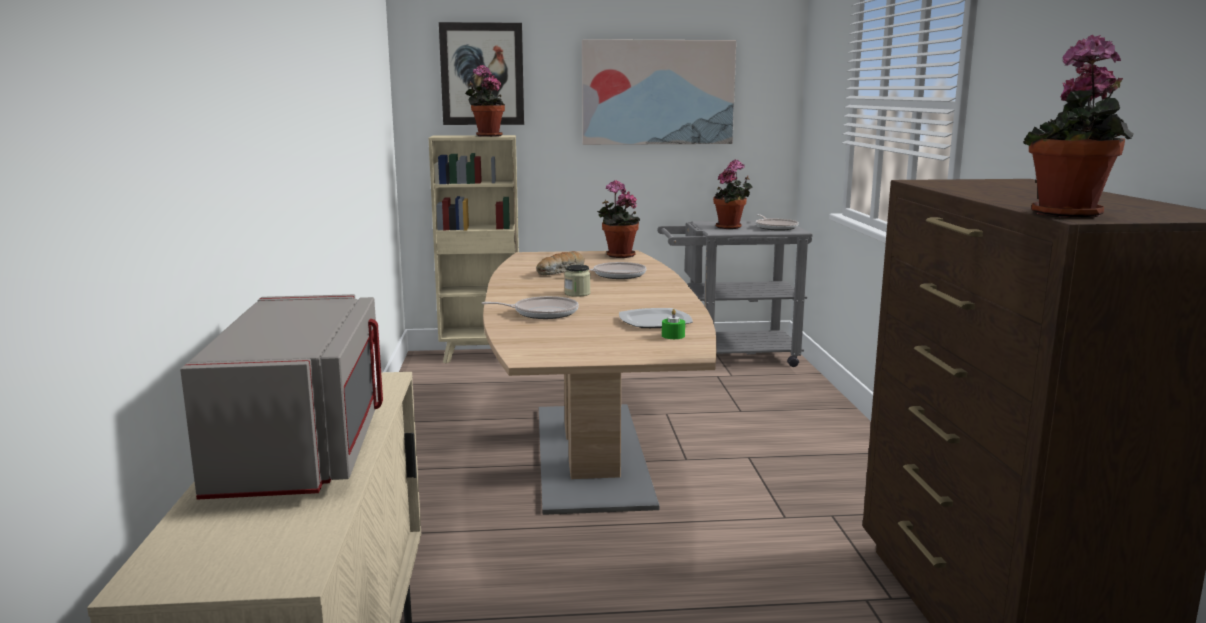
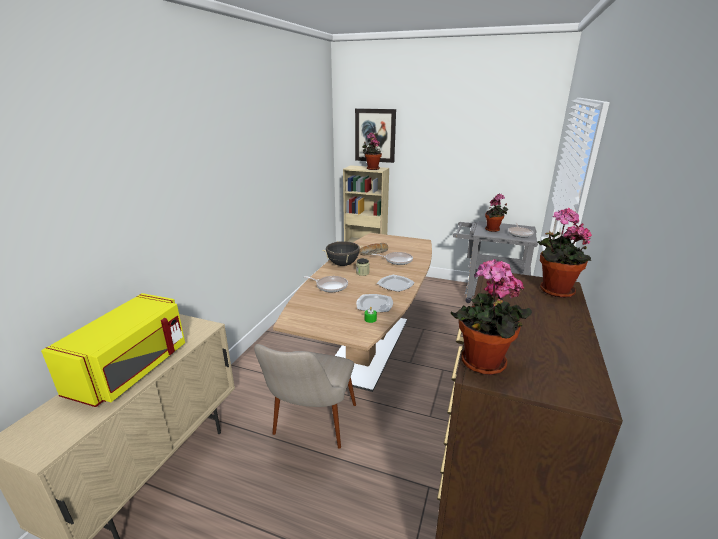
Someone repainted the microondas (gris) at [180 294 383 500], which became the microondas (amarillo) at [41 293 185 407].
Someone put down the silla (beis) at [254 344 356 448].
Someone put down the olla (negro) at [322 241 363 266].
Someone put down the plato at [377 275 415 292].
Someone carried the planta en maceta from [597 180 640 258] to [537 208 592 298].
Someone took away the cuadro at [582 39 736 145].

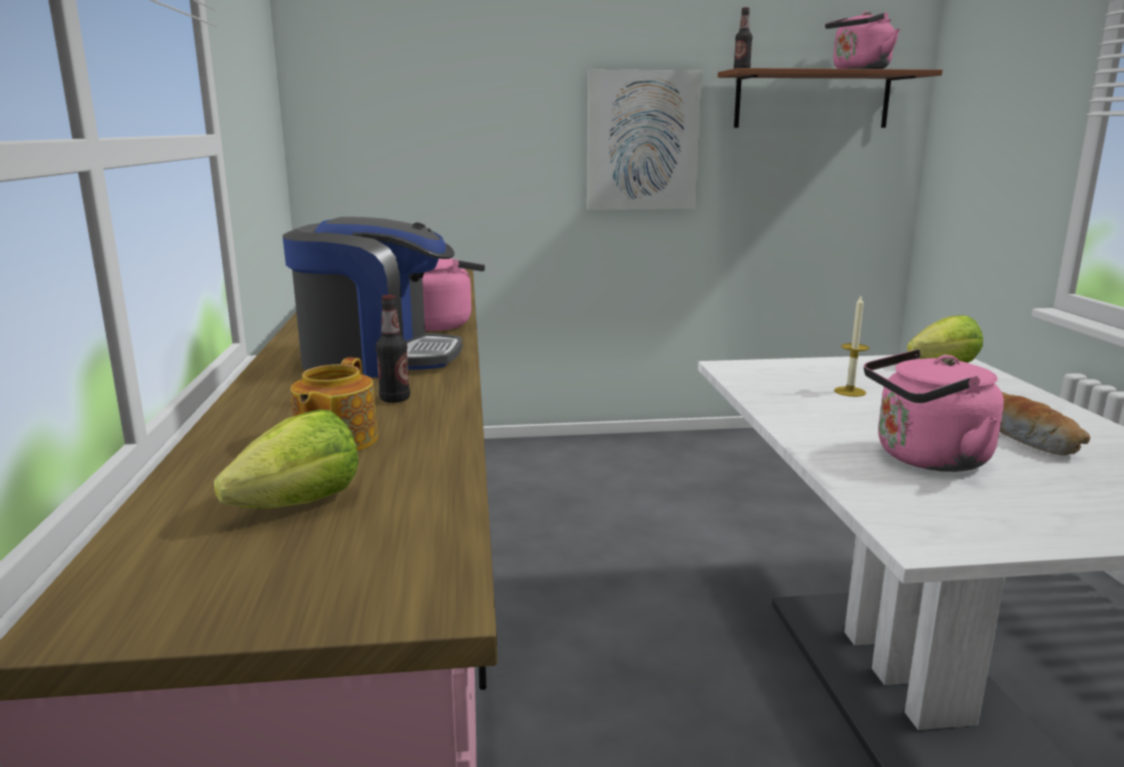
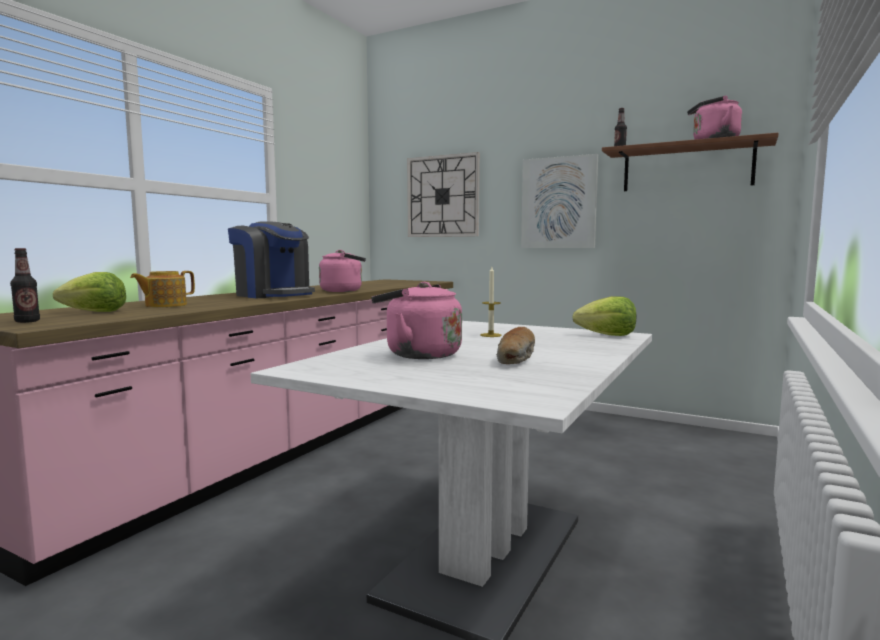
Someone carried the botella from [376 295 410 403] to [10 248 40 323].
Someone put up the reloj de pared at [407 152 480 237].

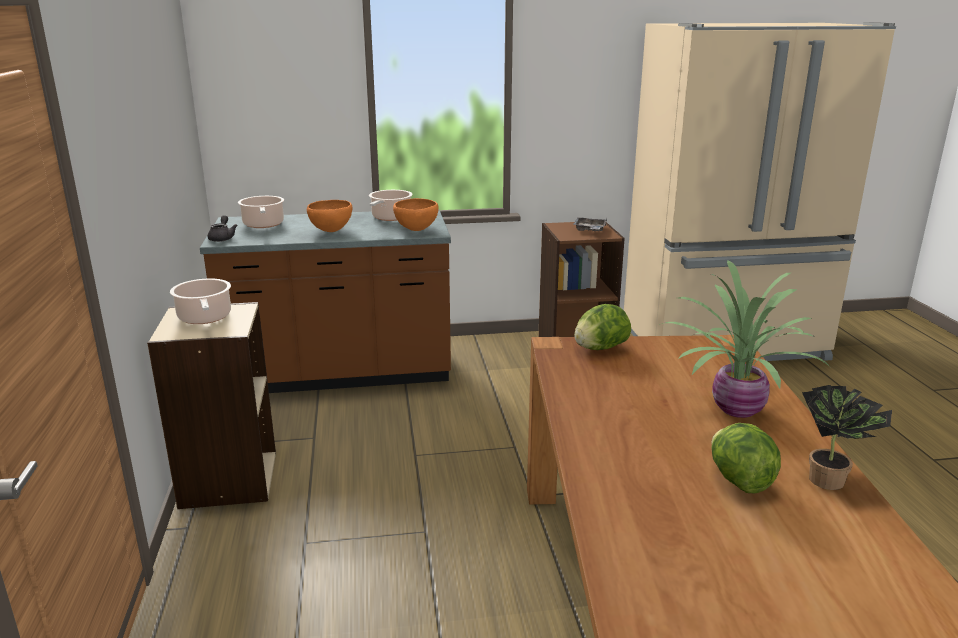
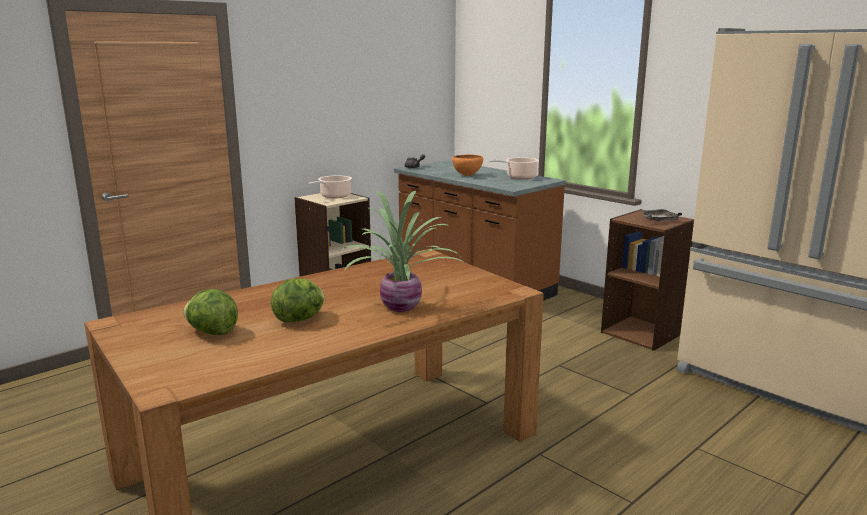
Someone carried the lechuga from [574 304 631 350] to [183 289 238 335].
Someone took away the olla at [238 196 284 228].
Someone took away the cuenco (naranja) at [393 198 439 231].
Someone took away the planta en maceta at [802 385 892 490].

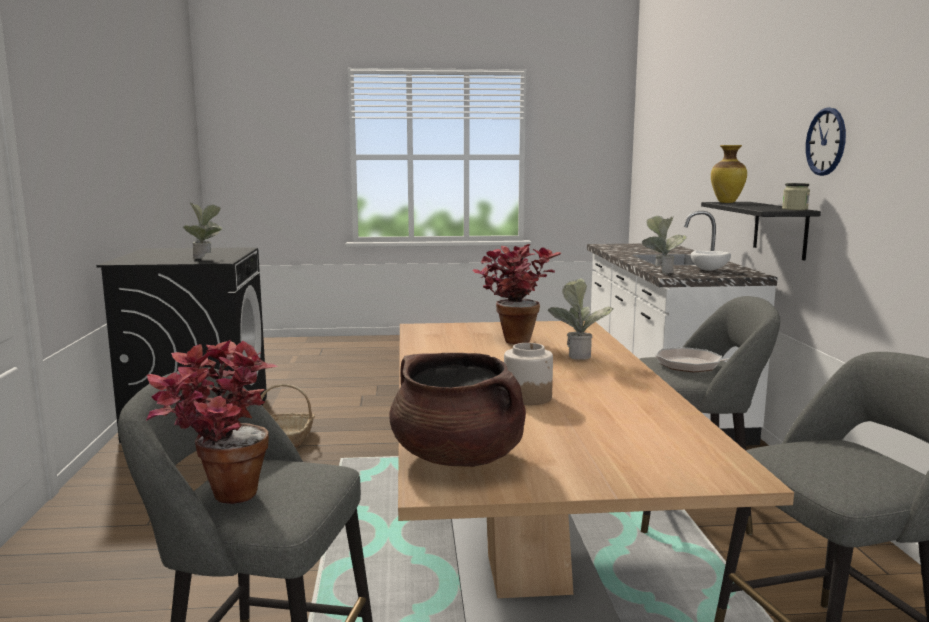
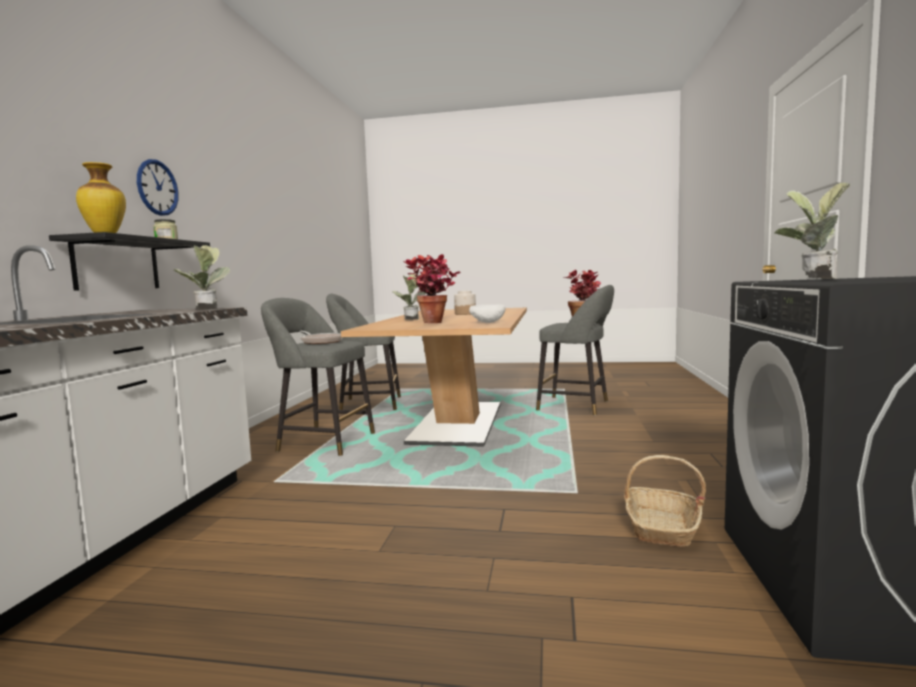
Someone carried the cuenco (blanco) from [691 250 731 271] to [469 305 506 323].
Someone took away the olla (marrón) at [389 353 526 467].

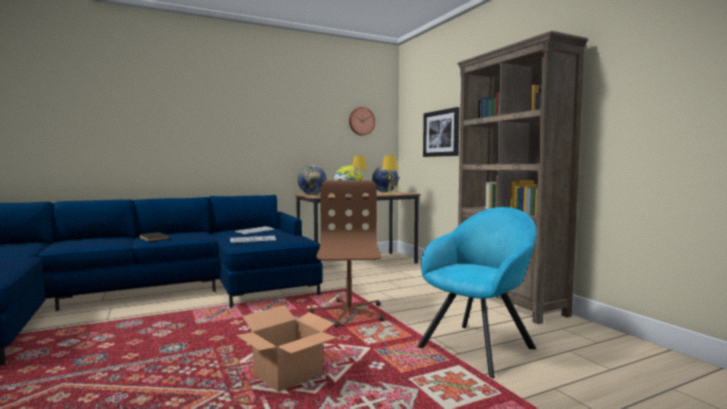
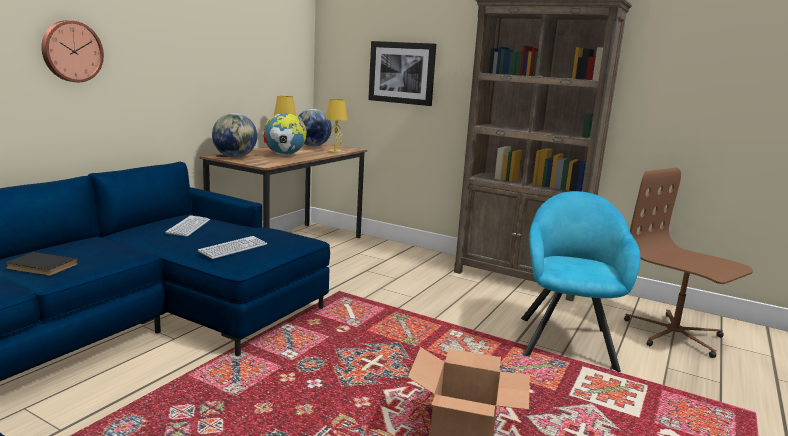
Someone carried the reloj de pared from [349 107 375 135] to [41 20 104 82].
Someone carried the silla de oficina (marrón) from [309 180 384 327] to [624 168 753 358].

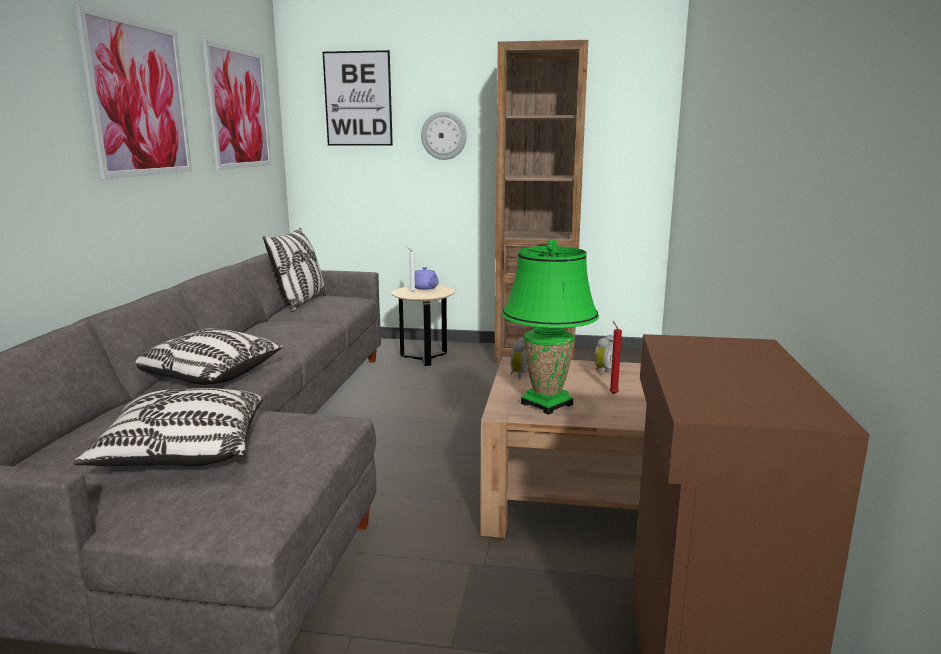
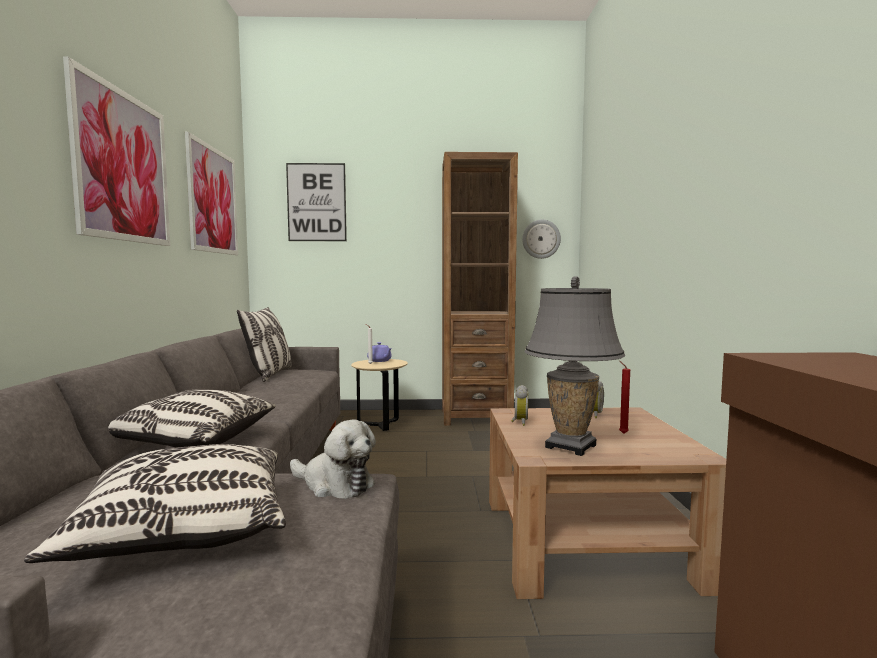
Someone put down the peluche at [290 419 376 499].
Someone carried the reloj de pared from [421 112 467 160] to [522 219 561 259].
Someone repainted the lámpara de mesa (verde) at [502 239 599 415], which became the lámpara de mesa (gris) at [524 276 625 456].

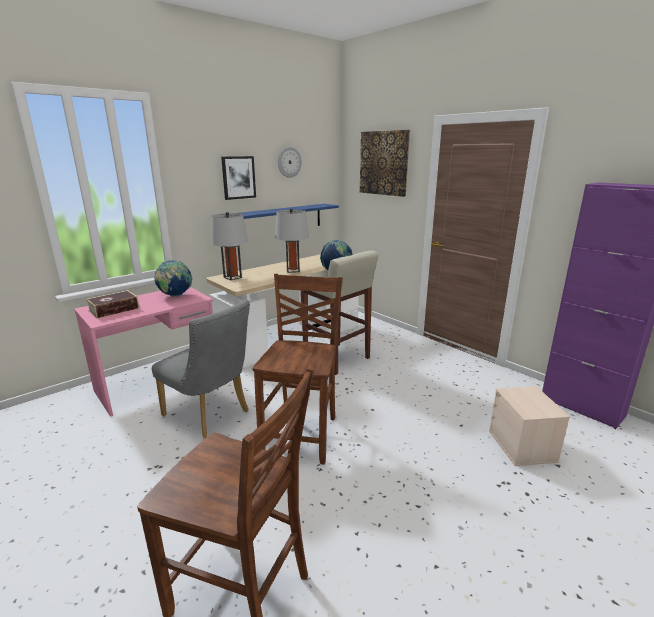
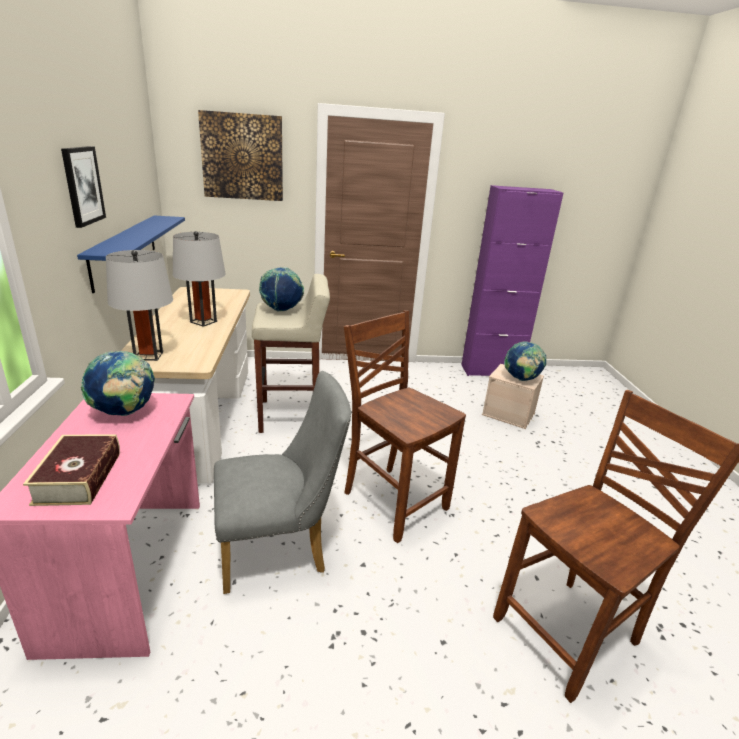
Someone put down the globo terráqueo at [504 341 546 381].
Someone took away the reloj de pared at [278 147 302 178].

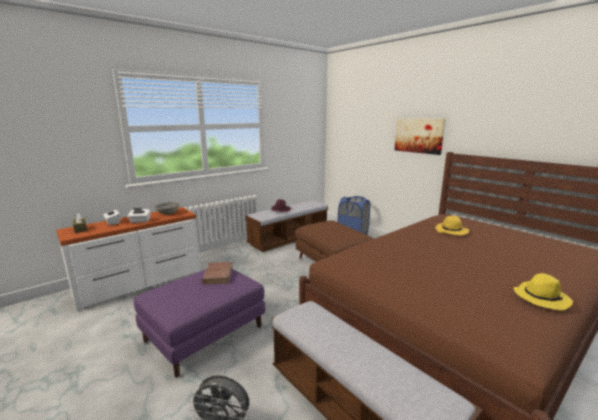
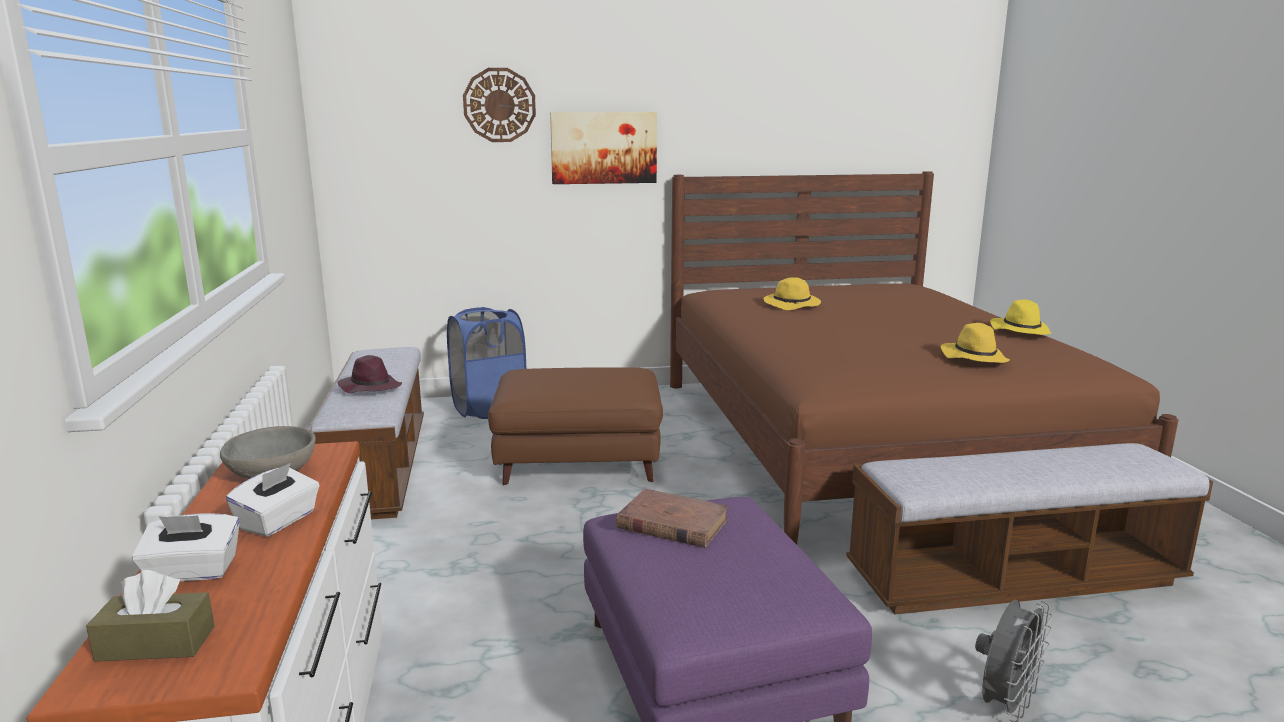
Someone put up the reloj de pared at [463 68 536 142].
Someone put down the sombrero (amarillo) at [941 323 1010 363].

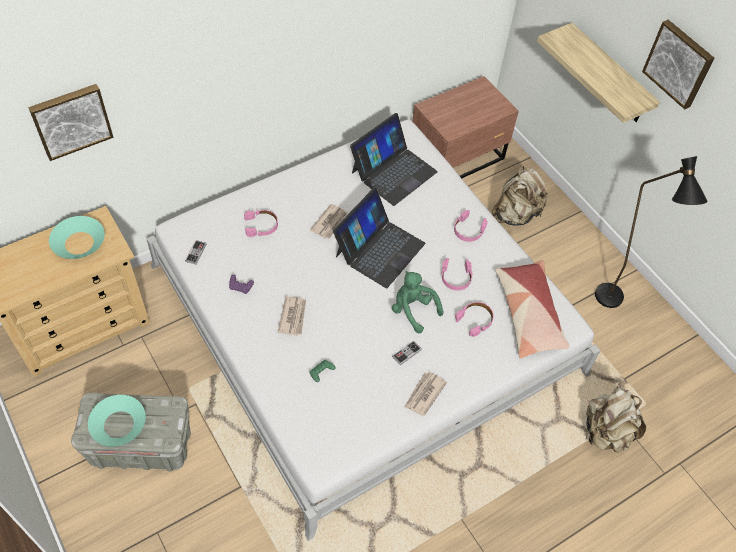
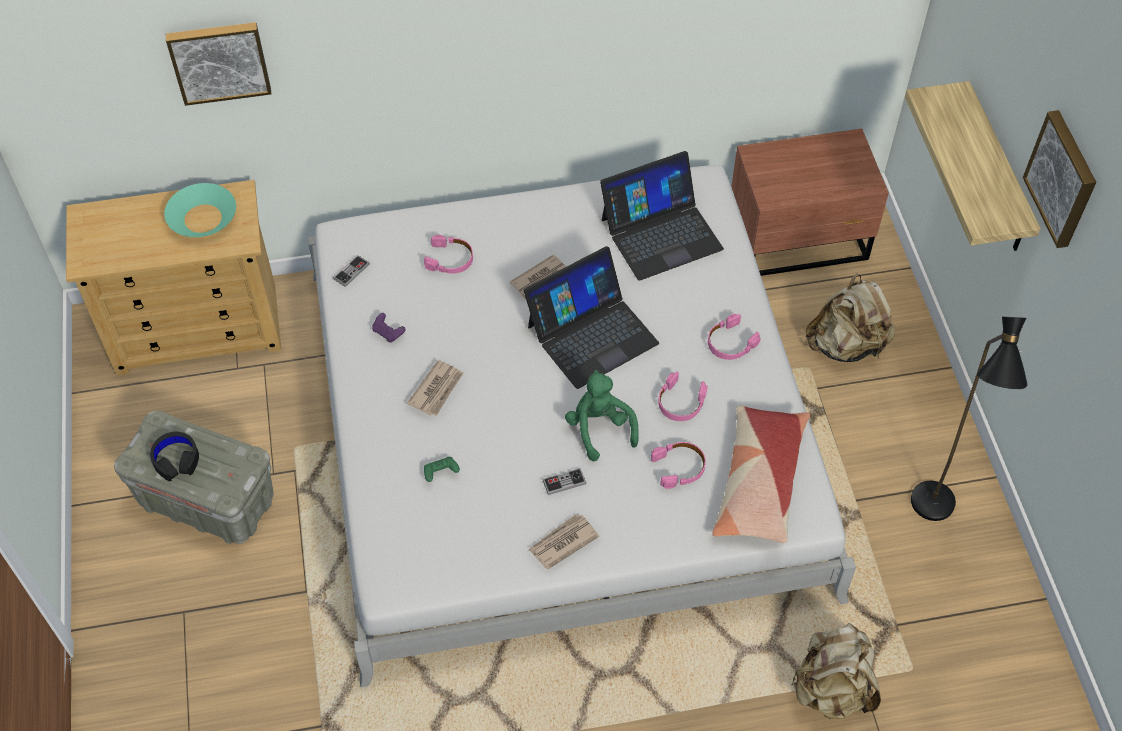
Someone swapped the cuenco (turquesa) at [88 395 146 447] for the auriculares (negro) at [150 431 199 481].

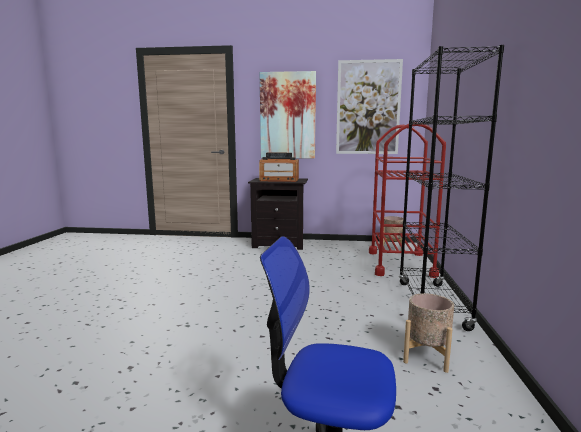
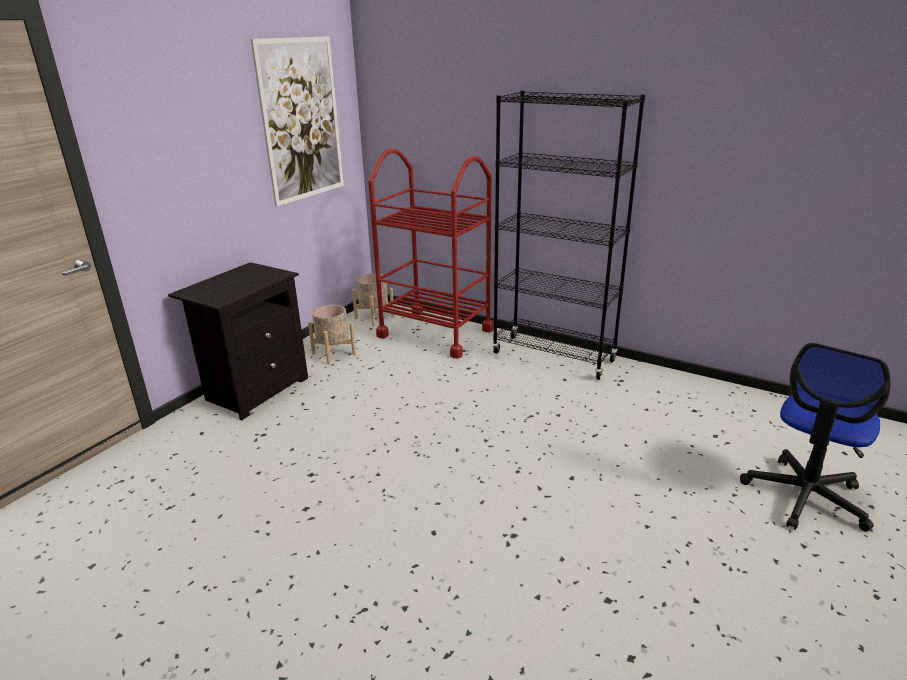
Someone carried the maceta (beis) from [403 293 454 373] to [308 305 356 365].
Someone took away the radio at [259 153 299 182].
Someone took away the cuadro at [260 71 316 159].

